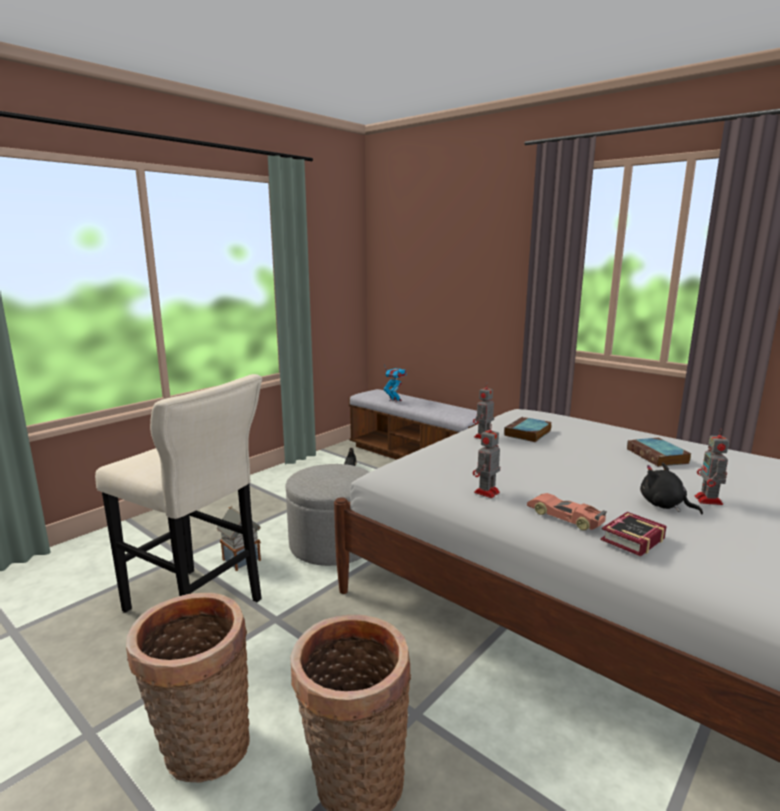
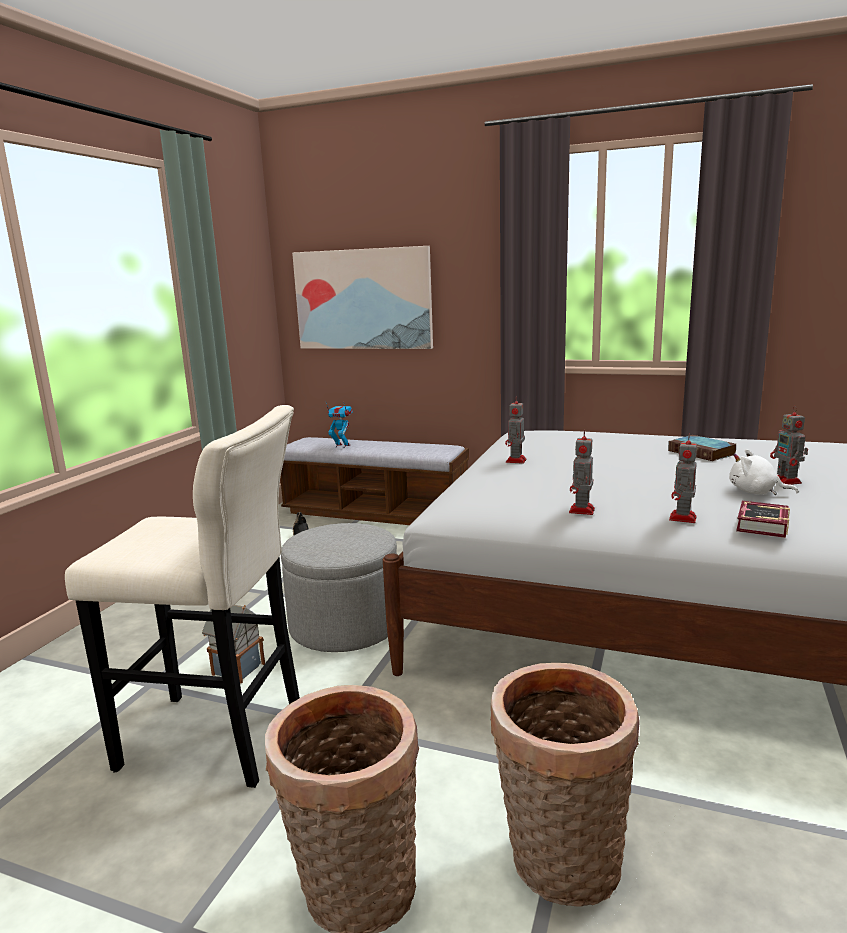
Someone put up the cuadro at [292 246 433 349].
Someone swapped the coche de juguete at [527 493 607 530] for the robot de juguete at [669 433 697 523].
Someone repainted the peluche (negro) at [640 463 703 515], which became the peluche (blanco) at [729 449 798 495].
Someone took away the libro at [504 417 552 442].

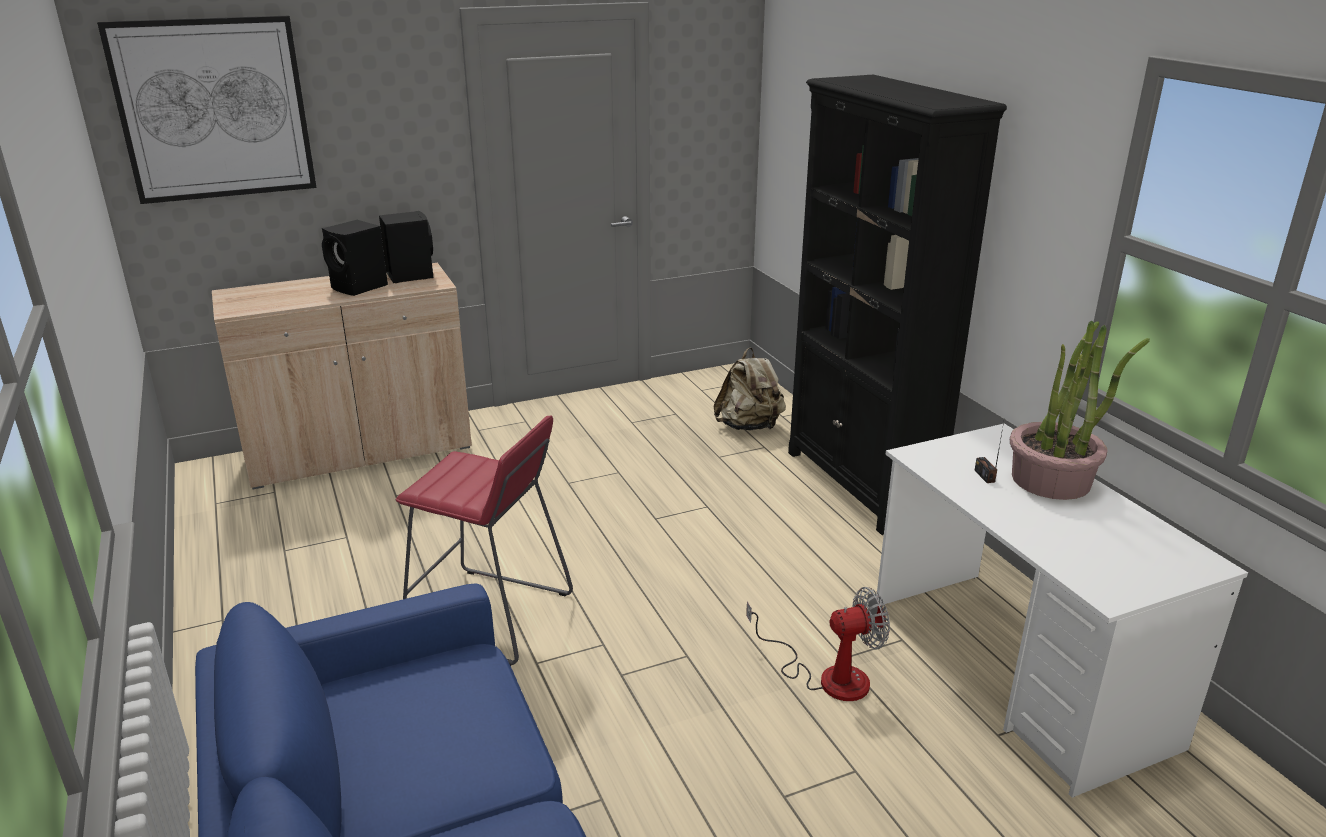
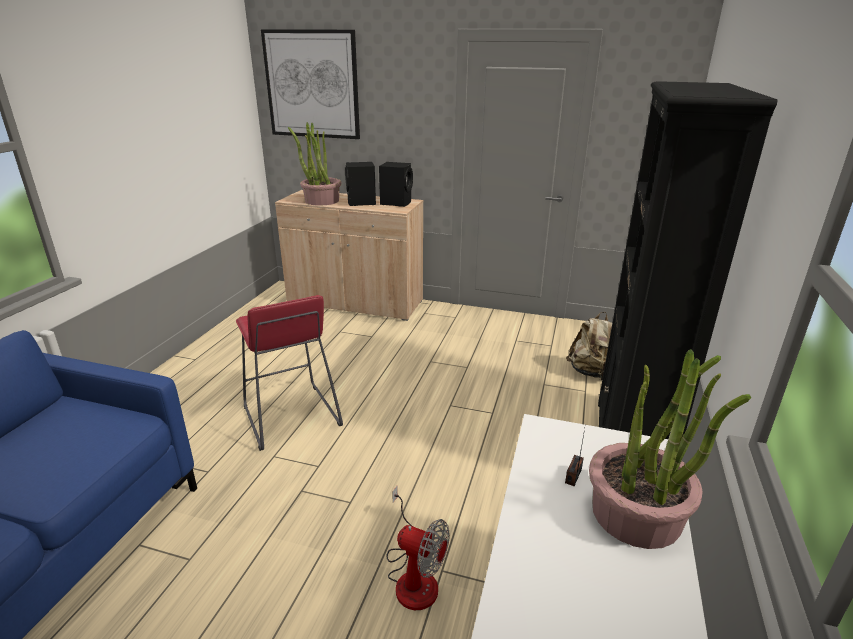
Someone put down the planta en maceta at [288 122 341 206].

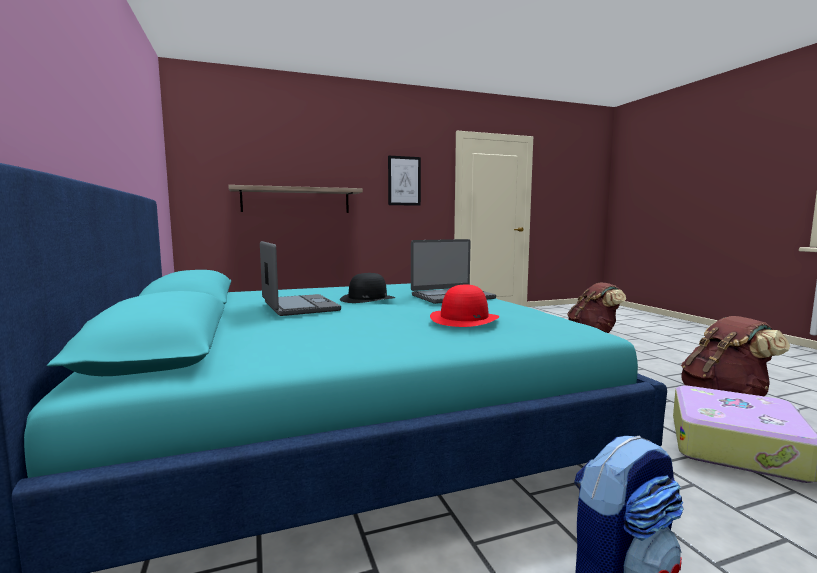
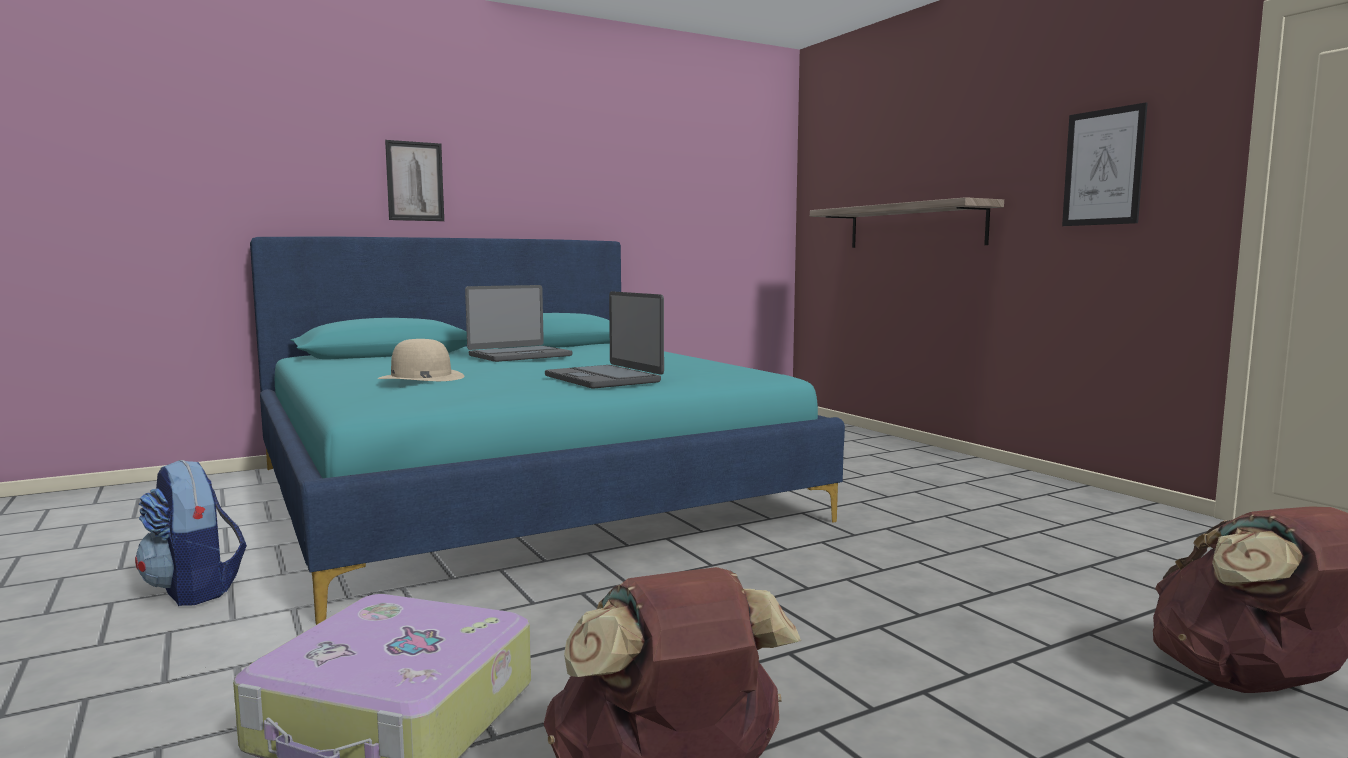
Someone repainted the sombrero (rojo) at [430 285 500 327], which became the sombrero (beis) at [378 339 465 381].
Someone put up the cuadro at [385 140 444 221].
Someone took away the sombrero (negro) at [340 273 395 303].

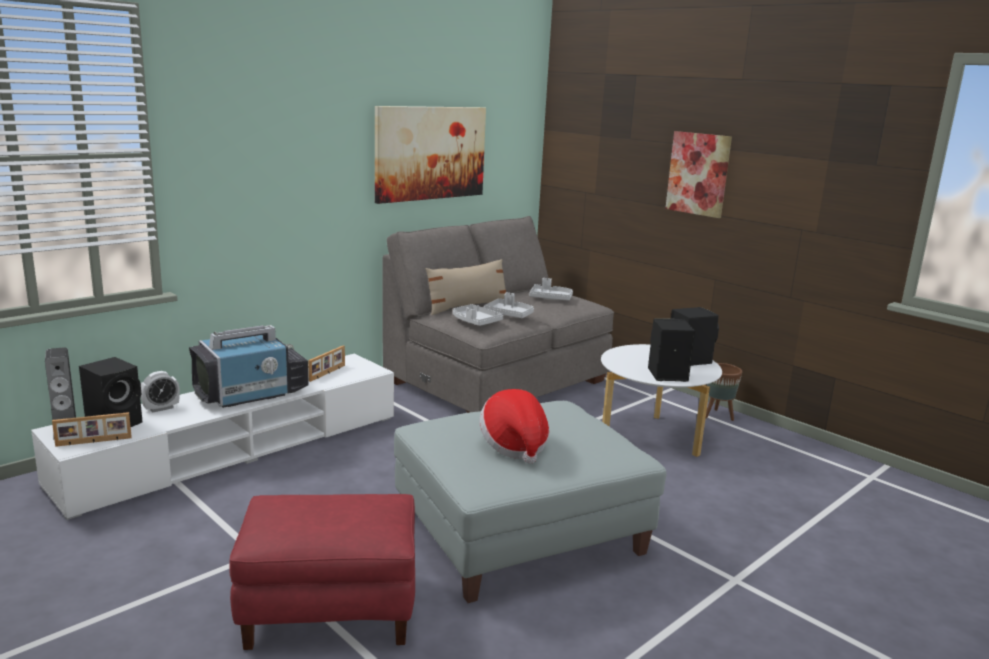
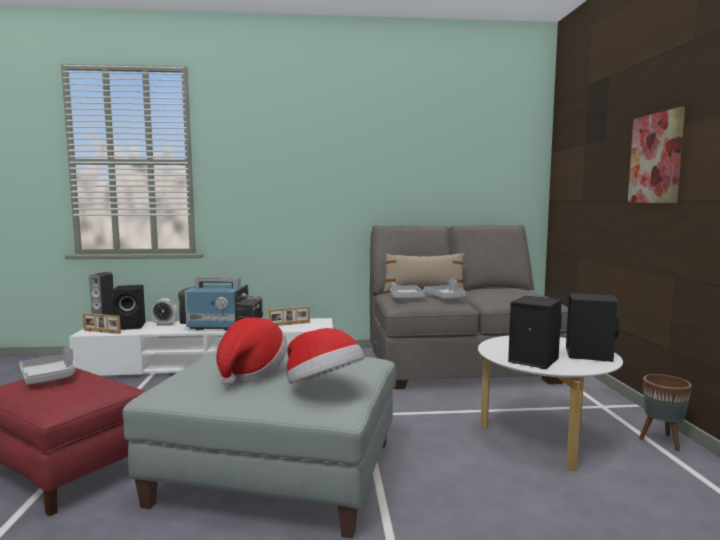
Someone carried the bandeja (gris) from [529 278 573 301] to [19 346 75 385].
Someone put down the sombrero at [287 328 365 384].
Someone took away the cuadro at [375 106 486 204].

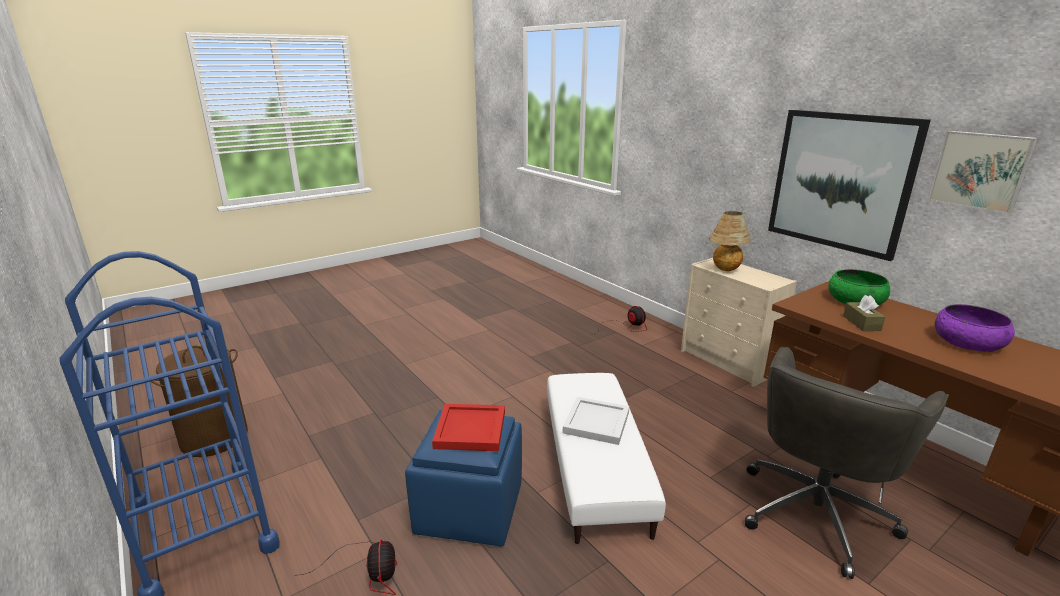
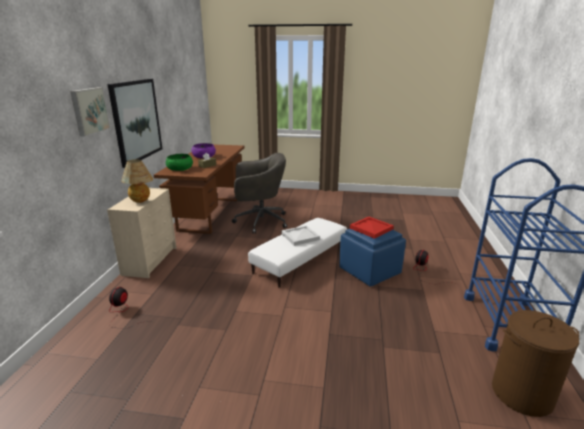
Someone carried the cuadro from [928 131 1038 214] to [70 87 110 136].

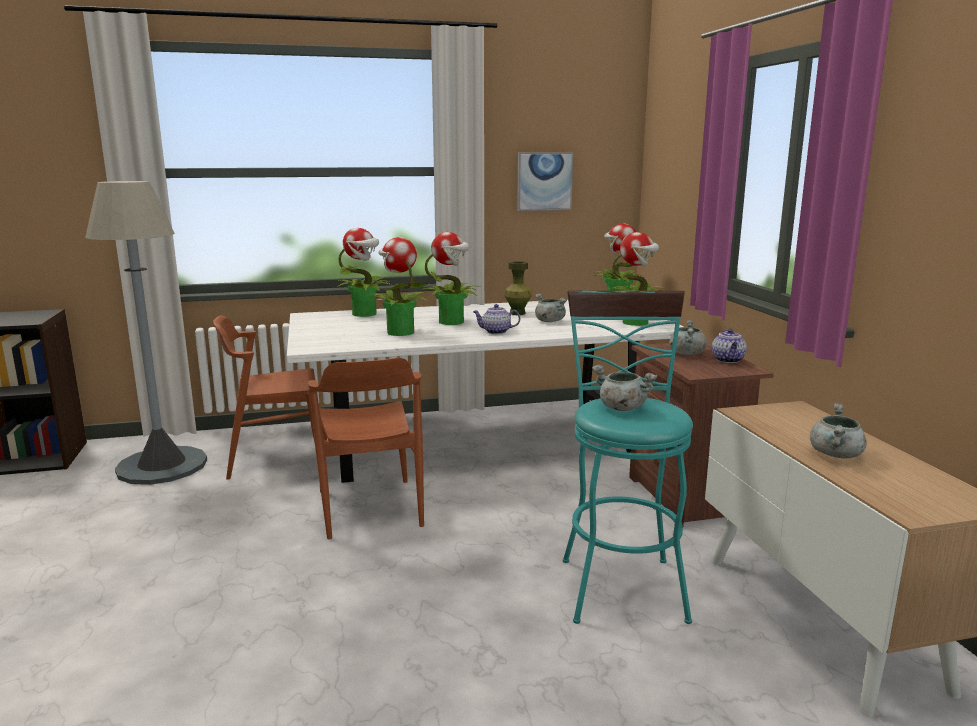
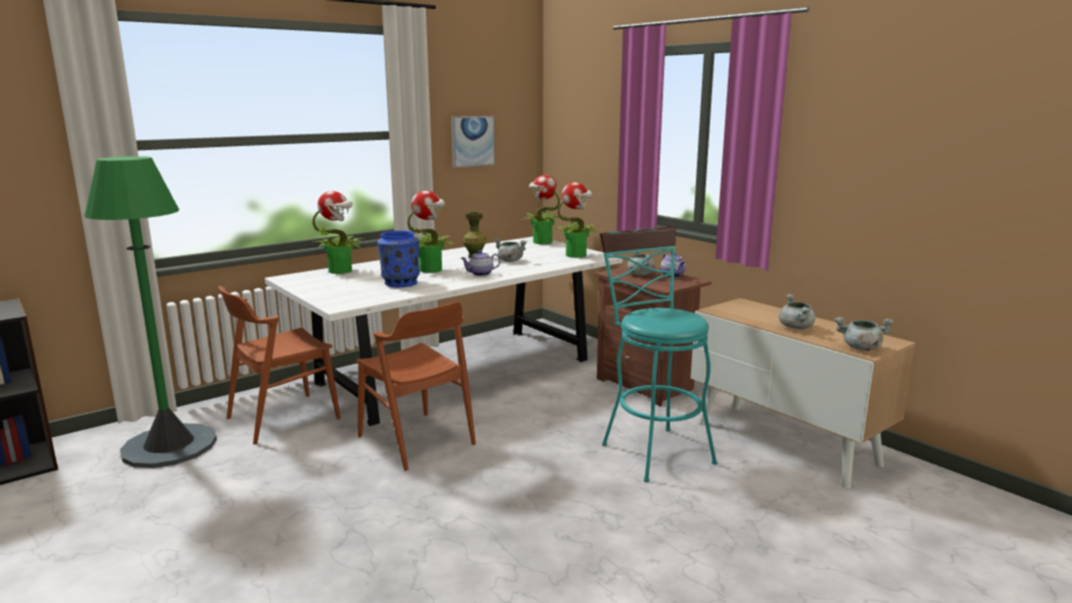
Someone repainted the lámpara de pie (gris) at [85 181 207 485], which became the lámpara de pie (verde) at [84 156 217 468].
Someone swapped the planta en maceta at [372 237 428 336] for the florero (azul) at [377 230 420 287].
Someone carried the olla (gris) from [592 365 658 411] to [834 317 894 351].

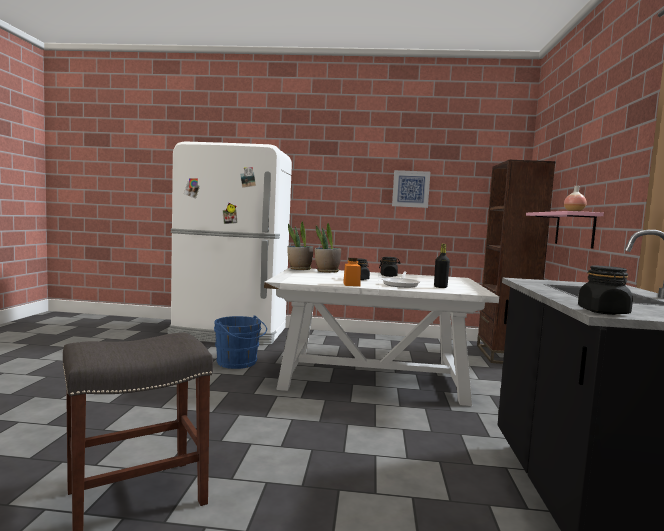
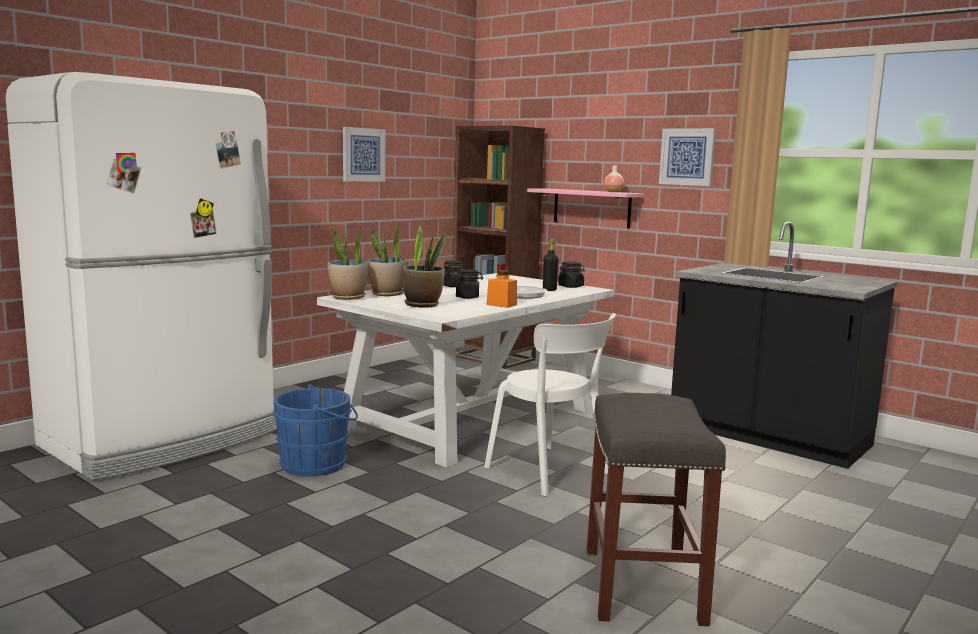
Someone put down the planta en maceta at [403 225 445 308].
Someone put down the silla (blanco) at [484 313 616 496].
Someone carried the tarro (negro) from [578 266 633 315] to [558 261 585 288].
Someone put up the cuadro at [659 128 716 186].

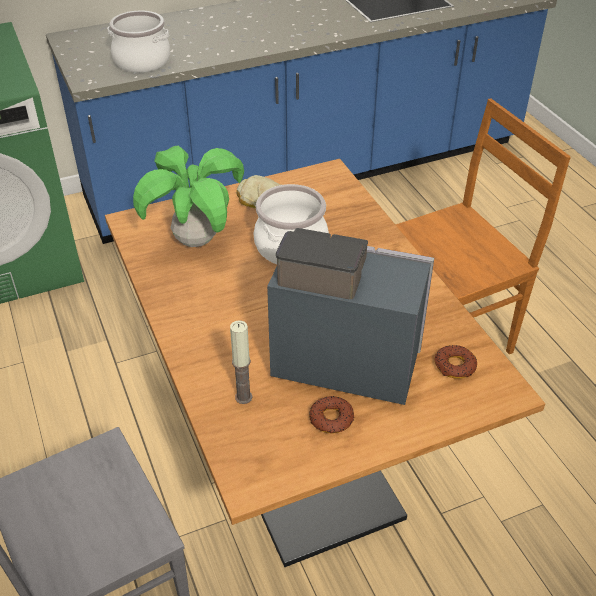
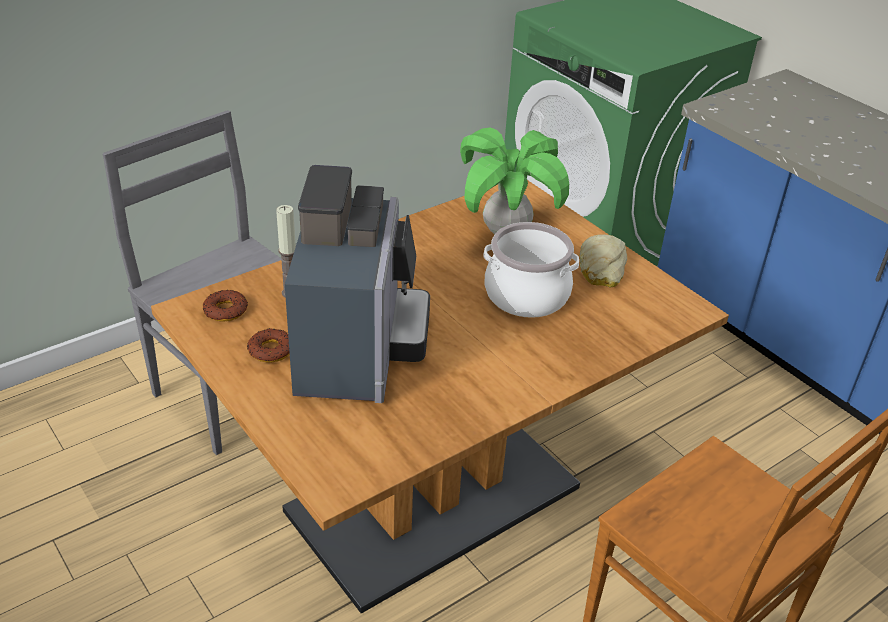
Someone carried the rosquilla from [435 345 477 379] to [203 290 248 322].
Someone took away the olla at [107 10 170 72].

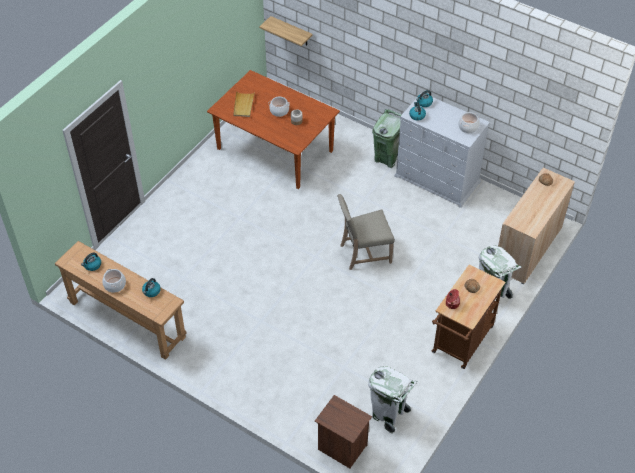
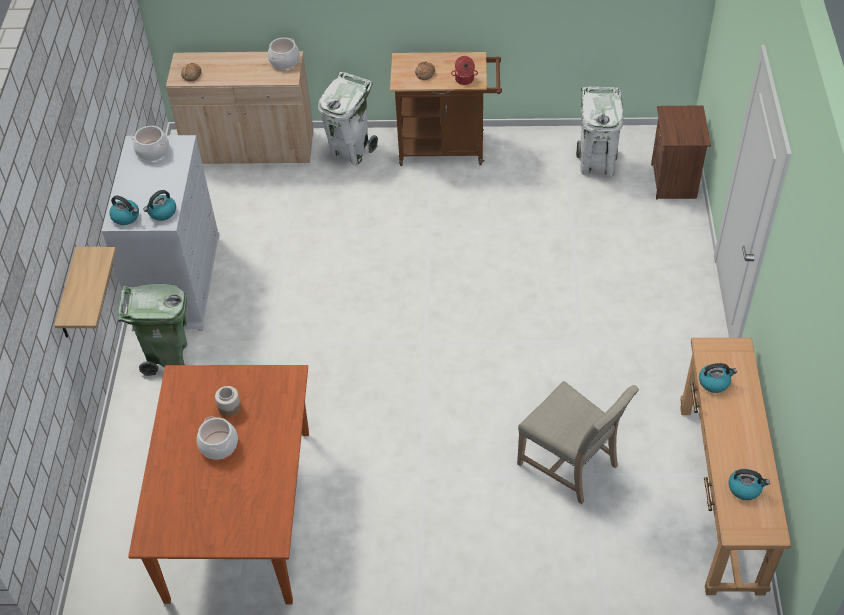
Someone carried the estante from [259 16 313 46] to [54 247 116 338].
Someone carried the olla from [102 269 126 293] to [268 37 300 69].
Someone carried the silla (beis) from [337 194 395 270] to [517 381 639 504].
Someone took away the bandeja (beis) at [233 91 255 117].

